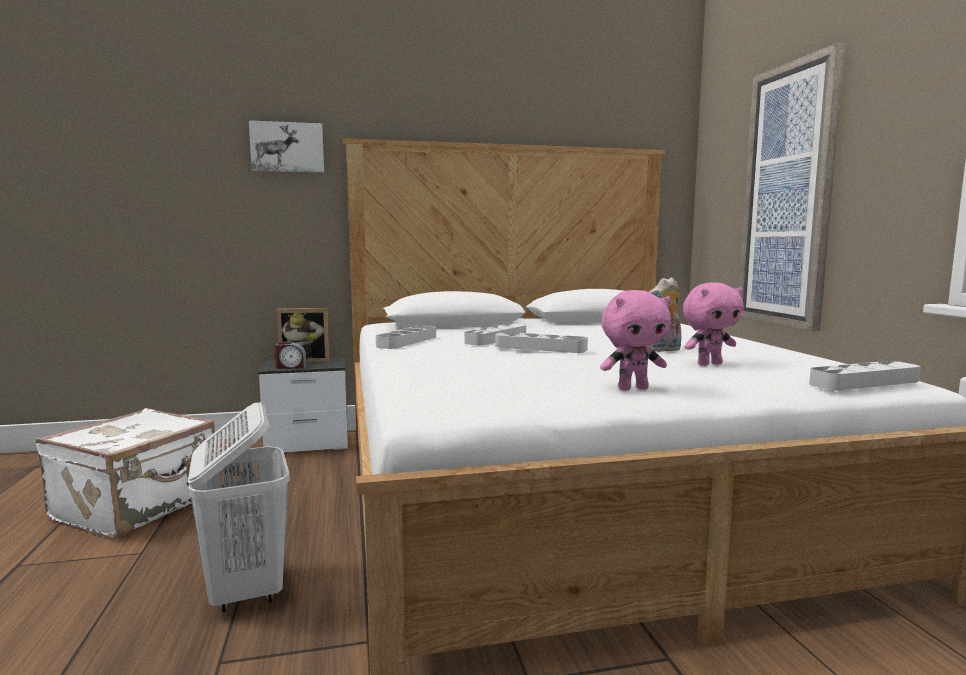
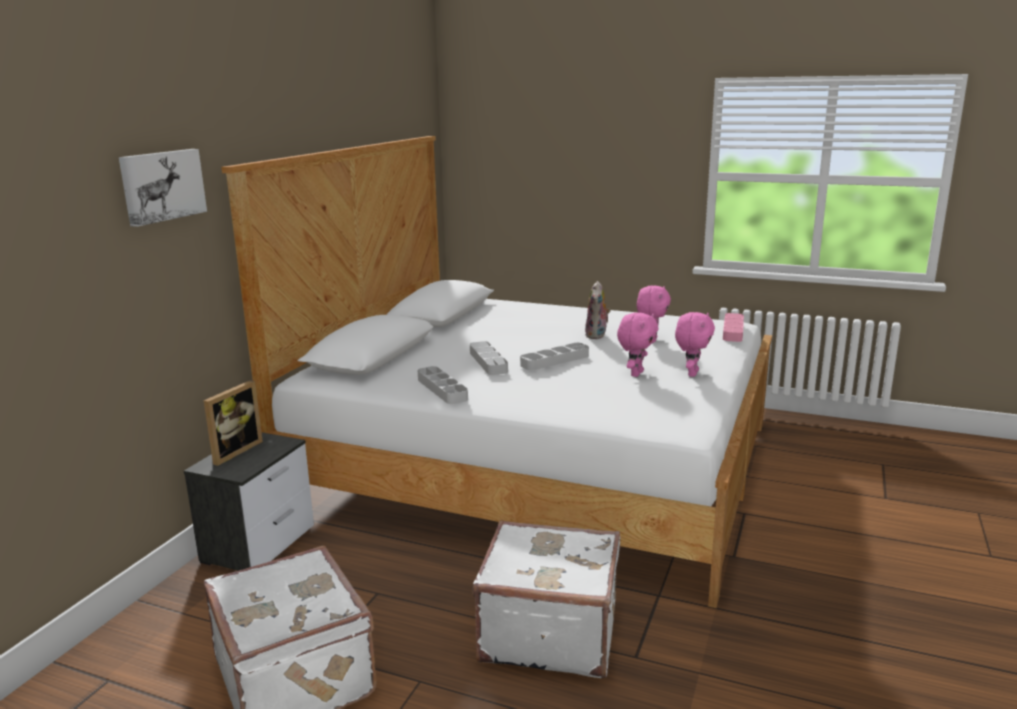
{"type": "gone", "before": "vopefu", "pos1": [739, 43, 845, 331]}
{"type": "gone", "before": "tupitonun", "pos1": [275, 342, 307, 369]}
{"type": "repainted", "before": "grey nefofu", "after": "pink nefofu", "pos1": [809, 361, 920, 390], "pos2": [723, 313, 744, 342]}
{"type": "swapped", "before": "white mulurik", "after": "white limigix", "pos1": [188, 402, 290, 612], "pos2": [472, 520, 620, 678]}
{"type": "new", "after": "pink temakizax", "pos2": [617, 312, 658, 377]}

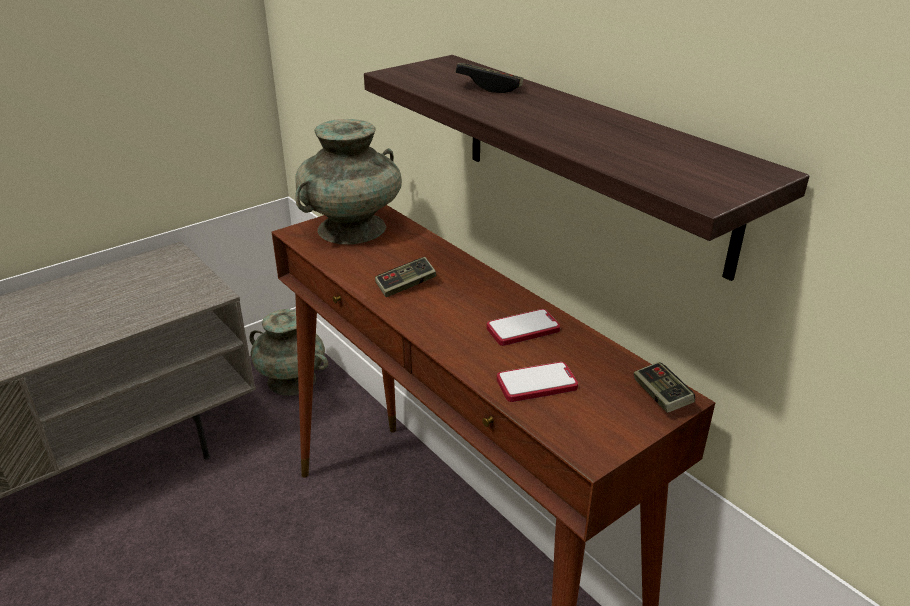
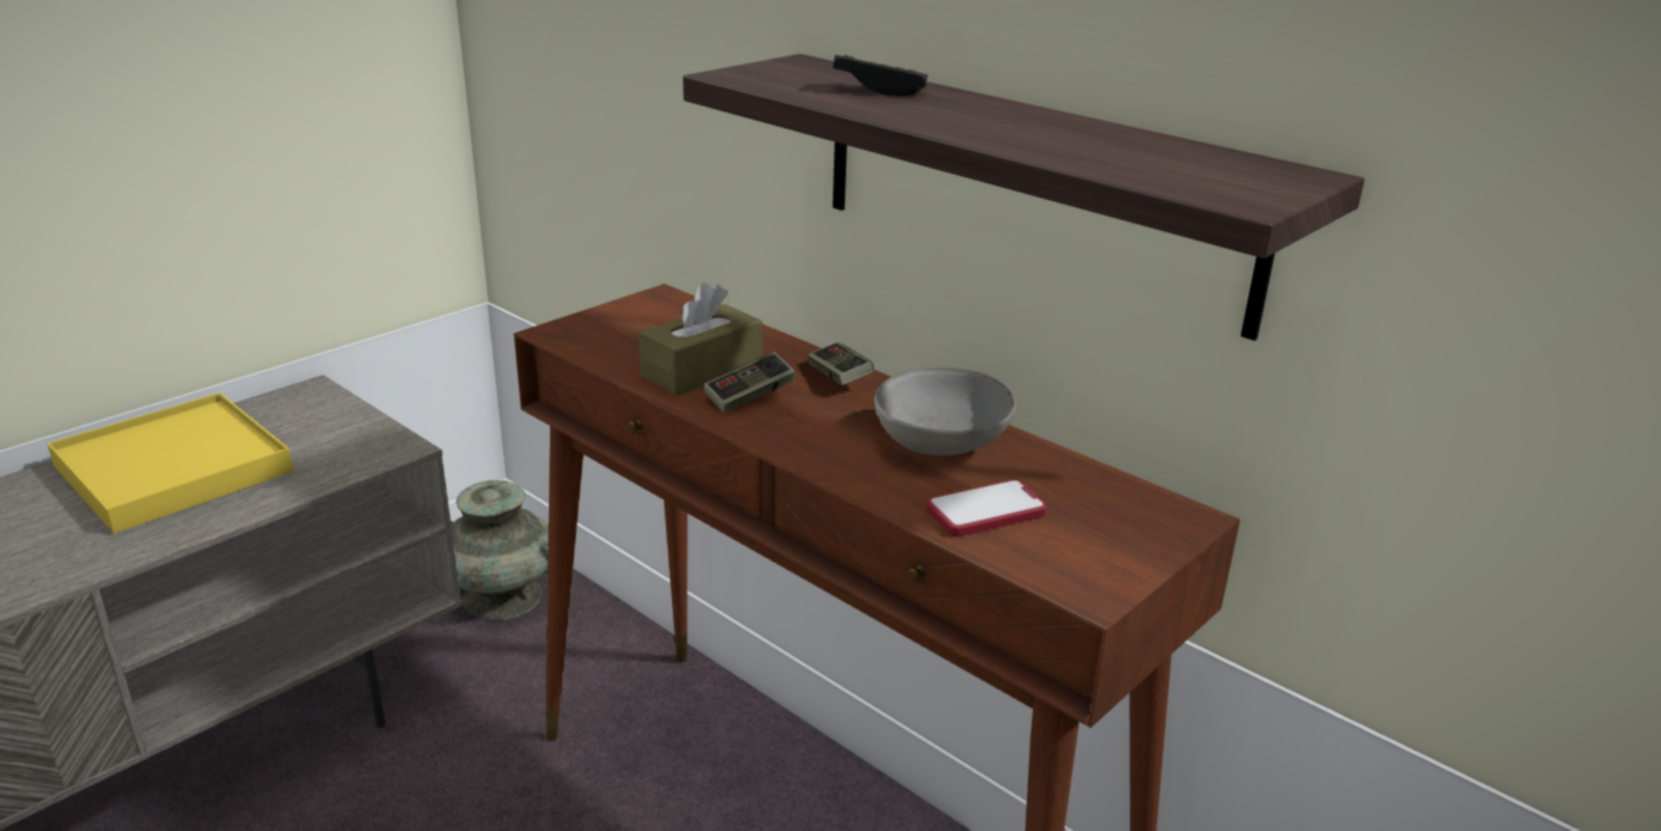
{"type": "gone", "before": "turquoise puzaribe", "pos1": [295, 119, 402, 245]}
{"type": "swapped", "before": "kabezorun", "after": "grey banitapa", "pos1": [487, 309, 560, 346], "pos2": [874, 367, 1016, 456]}
{"type": "shifted", "before": "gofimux", "pos1": [633, 362, 695, 413], "pos2": [807, 342, 874, 385]}
{"type": "new", "after": "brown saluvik", "pos2": [639, 282, 762, 395]}
{"type": "new", "after": "yellow nefofu", "pos2": [47, 393, 294, 534]}

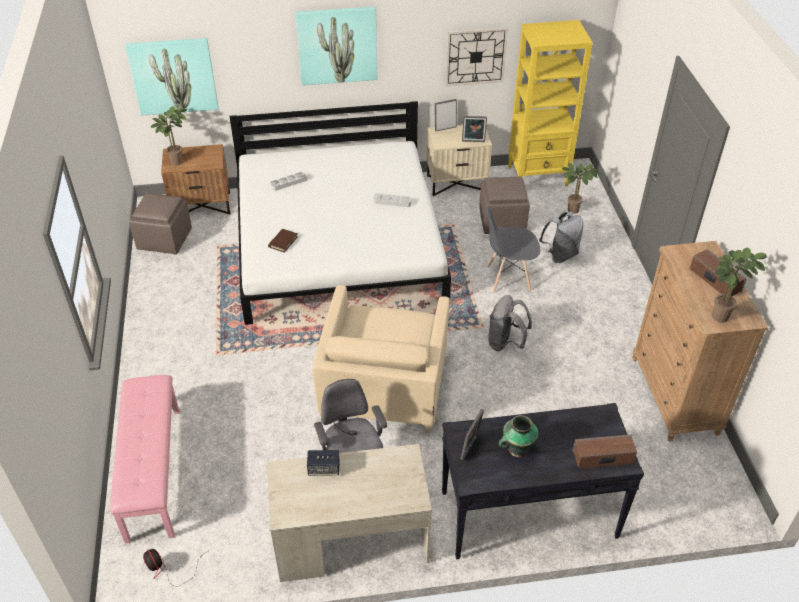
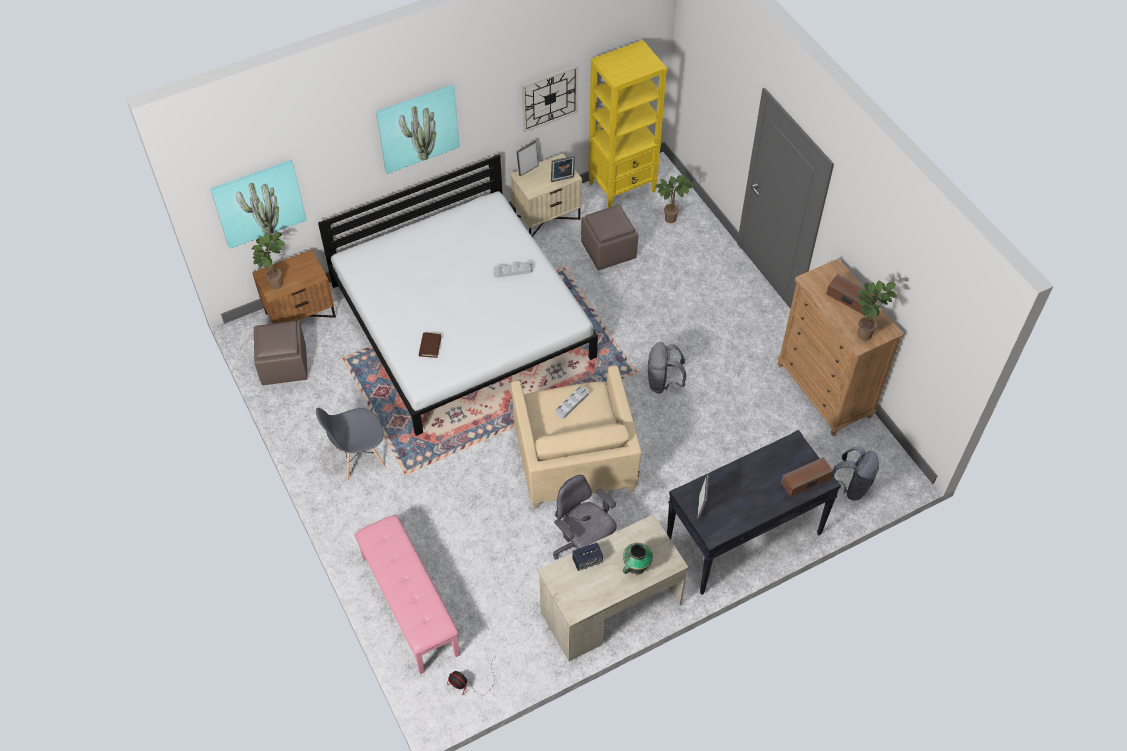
{"type": "shifted", "before": "grey nefofu", "pos1": [270, 172, 307, 191], "pos2": [556, 386, 589, 419]}
{"type": "shifted", "before": "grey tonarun", "pos1": [486, 207, 540, 293], "pos2": [316, 408, 386, 481]}
{"type": "shifted", "before": "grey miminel", "pos1": [539, 212, 583, 263], "pos2": [832, 446, 879, 501]}
{"type": "shifted", "before": "puzaribe", "pos1": [499, 415, 538, 457], "pos2": [623, 543, 653, 575]}

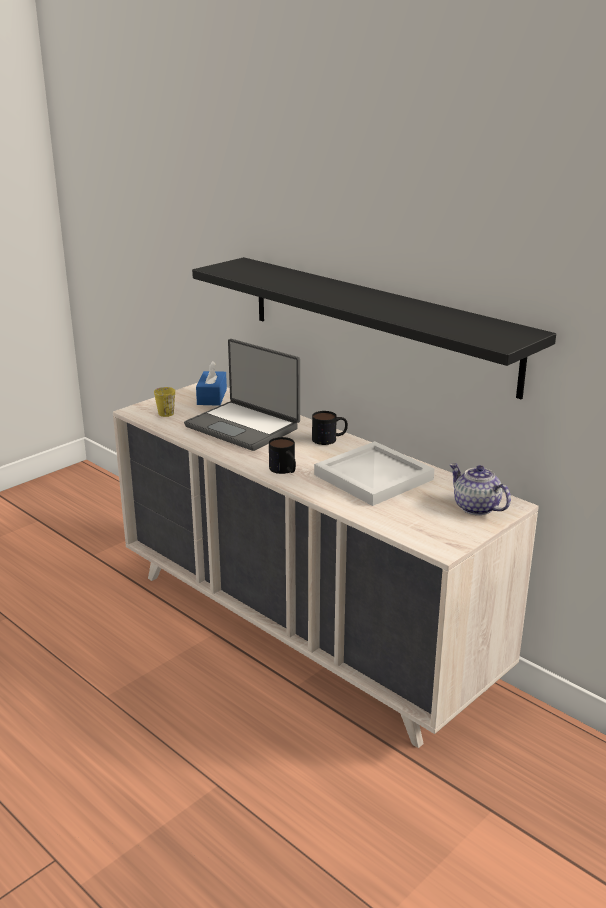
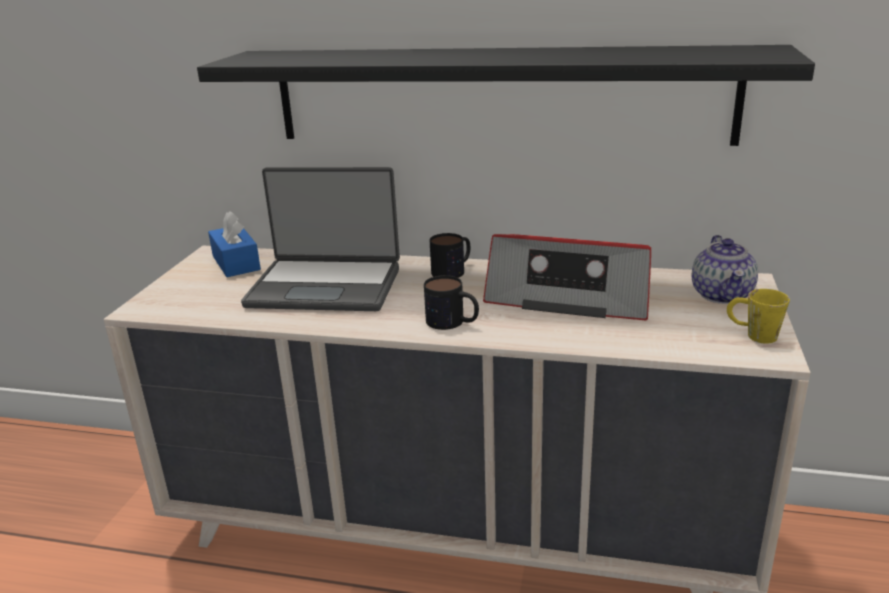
{"type": "shifted", "before": "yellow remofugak", "pos1": [154, 387, 175, 417], "pos2": [727, 289, 790, 344]}
{"type": "swapped", "before": "white nefofu", "after": "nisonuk", "pos1": [314, 441, 434, 506], "pos2": [483, 234, 651, 320]}
{"type": "rotated", "before": "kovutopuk", "pos1": [449, 463, 511, 515], "pos2": [692, 235, 758, 304], "turn": -105}

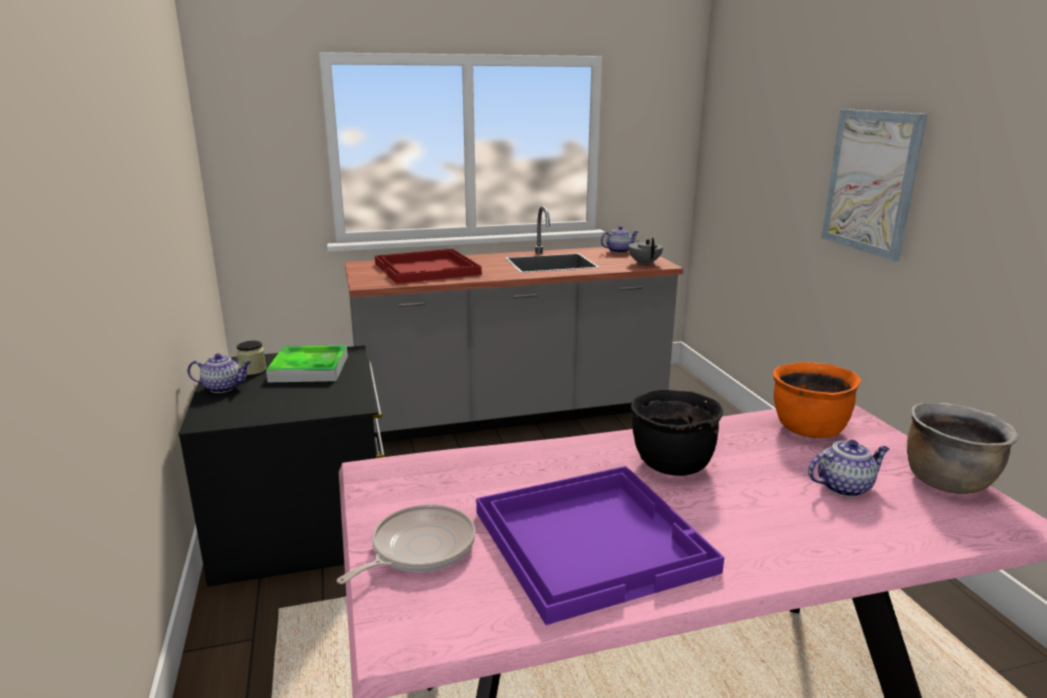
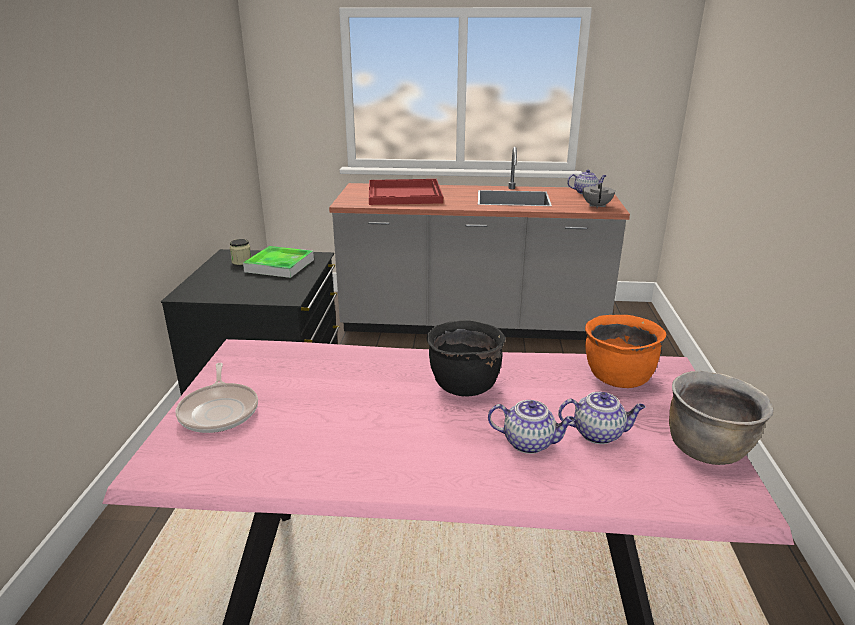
{"type": "gone", "before": "vopefu", "pos1": [821, 109, 927, 261]}
{"type": "shifted", "before": "kovutopuk", "pos1": [187, 353, 251, 393], "pos2": [488, 400, 575, 454]}
{"type": "gone", "before": "purple nefofu", "pos1": [476, 466, 725, 625]}
{"type": "rotated", "before": "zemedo", "pos1": [336, 505, 476, 584], "pos2": [176, 363, 258, 433], "turn": 105}

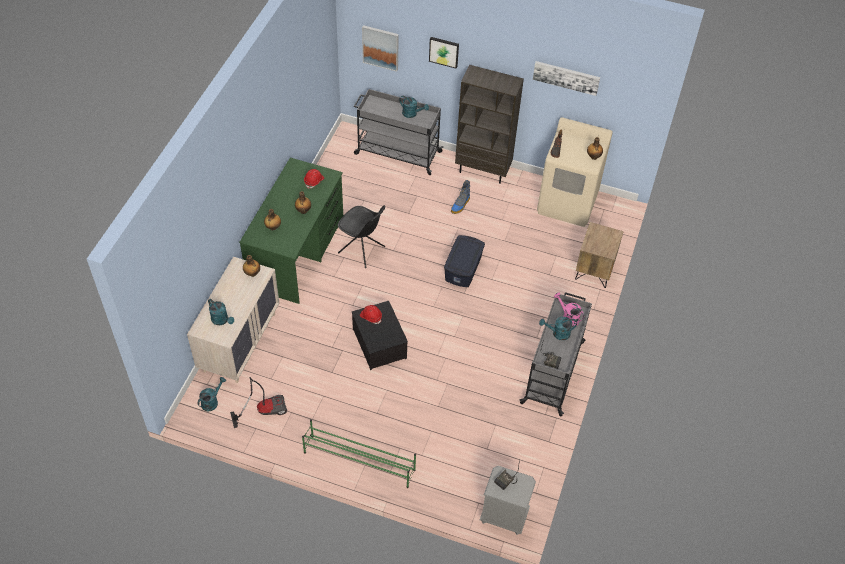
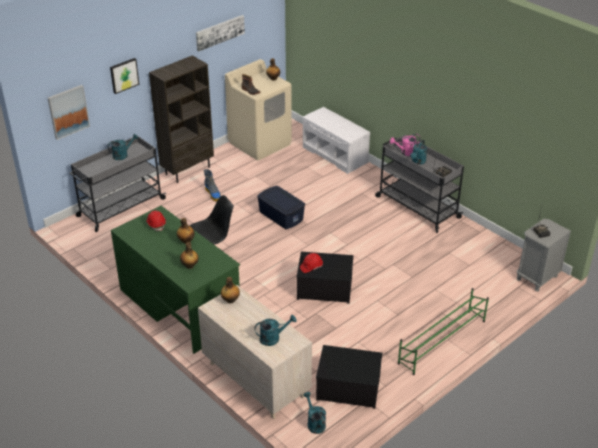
{"type": "swapped", "before": "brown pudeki", "after": "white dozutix", "pos1": [575, 222, 624, 288], "pos2": [303, 107, 370, 174]}
{"type": "swapped", "before": "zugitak", "after": "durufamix", "pos1": [230, 377, 287, 428], "pos2": [316, 345, 383, 409]}

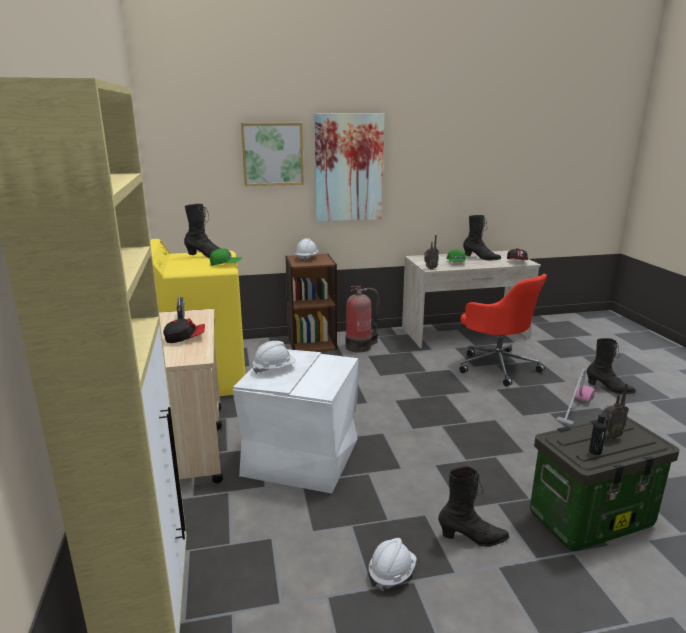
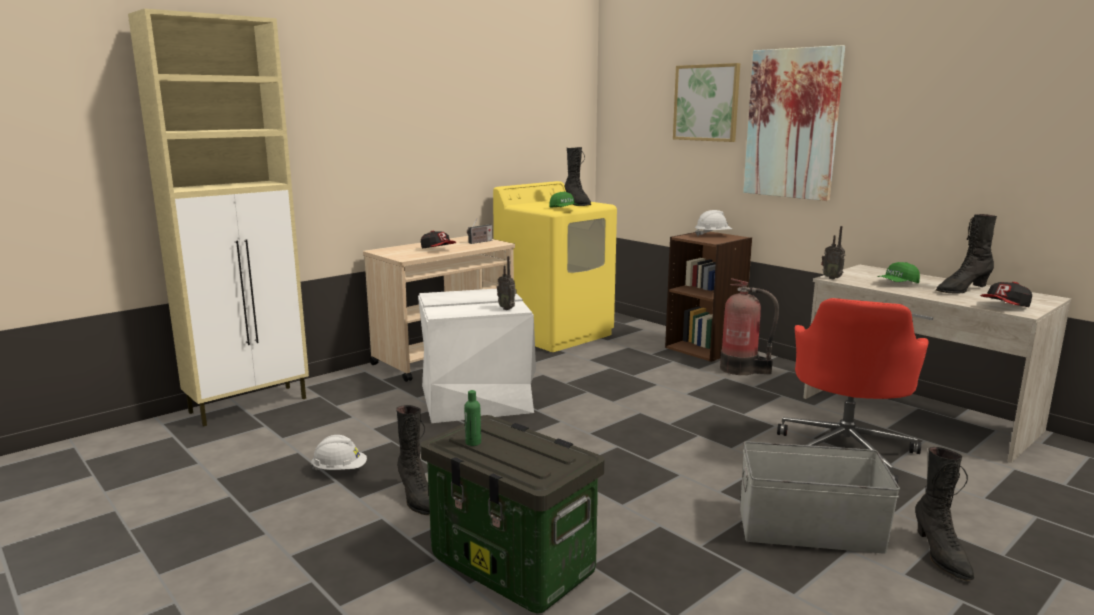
{"type": "rotated", "before": "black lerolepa", "pos1": [463, 215, 501, 261], "pos2": [936, 214, 997, 294], "turn": 75}
{"type": "gone", "before": "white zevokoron", "pos1": [252, 341, 296, 374]}
{"type": "swapped", "before": "zugitak", "after": "grey durufamix", "pos1": [556, 369, 595, 426], "pos2": [740, 441, 900, 554]}
{"type": "shifted", "before": "nisonuk", "pos1": [601, 383, 629, 439], "pos2": [497, 256, 517, 310]}
{"type": "repainted", "before": "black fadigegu", "after": "green fadigegu", "pos1": [589, 414, 607, 455], "pos2": [464, 390, 481, 446]}

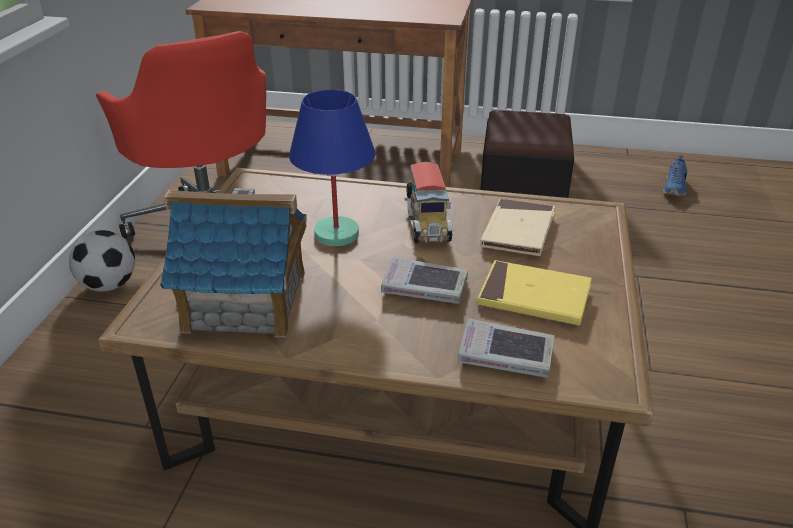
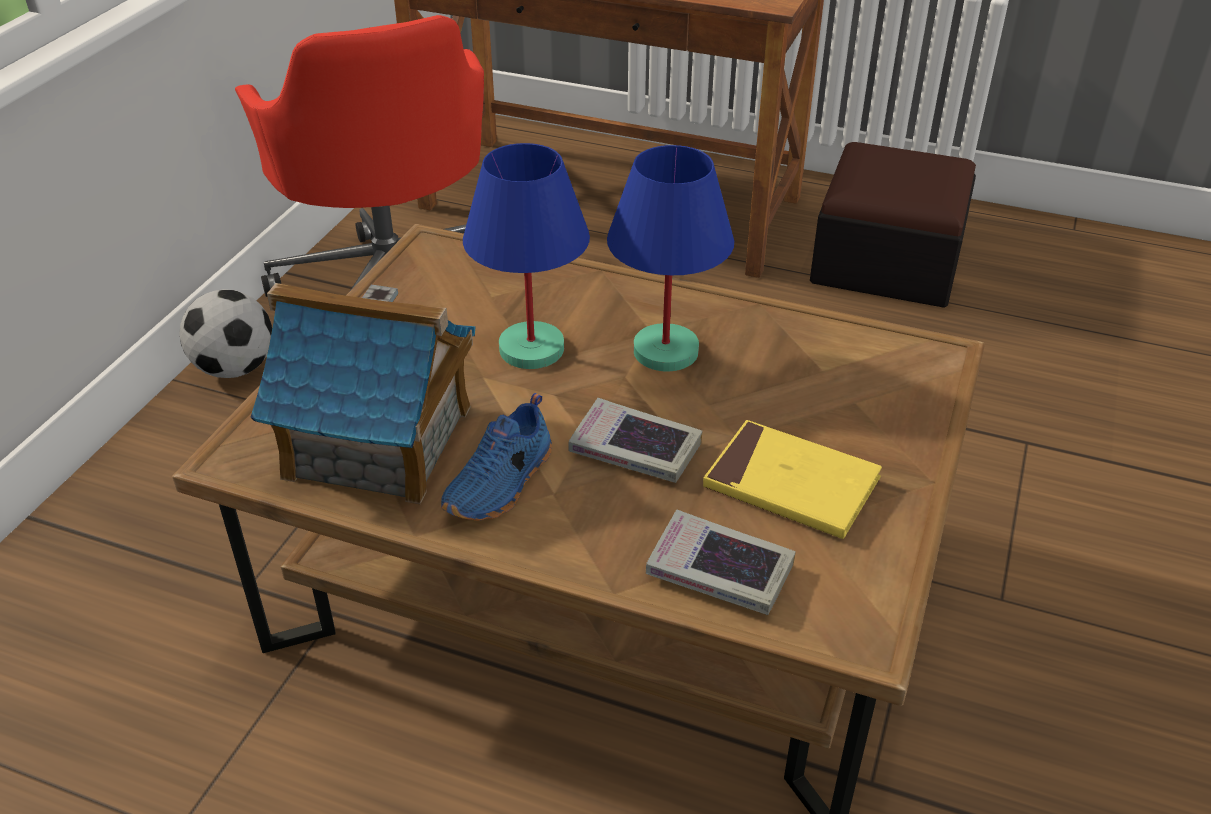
{"type": "shifted", "before": "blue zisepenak", "pos1": [663, 155, 688, 196], "pos2": [441, 393, 552, 521]}
{"type": "swapped", "before": "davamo", "after": "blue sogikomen", "pos1": [404, 162, 453, 244], "pos2": [607, 145, 734, 371]}
{"type": "gone", "before": "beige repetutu", "pos1": [480, 199, 555, 256]}

